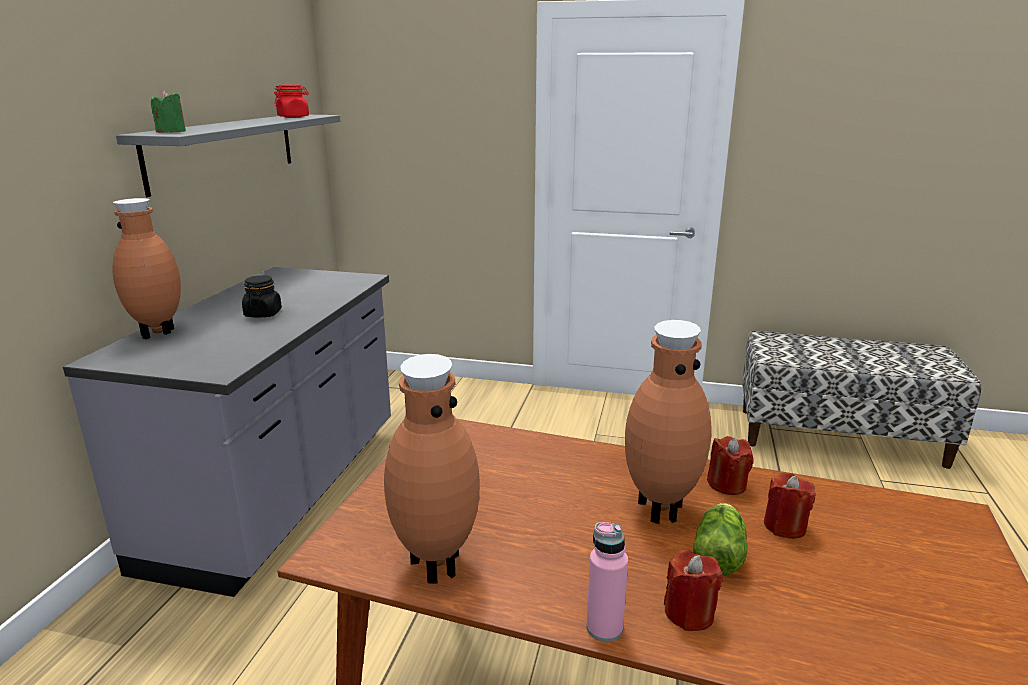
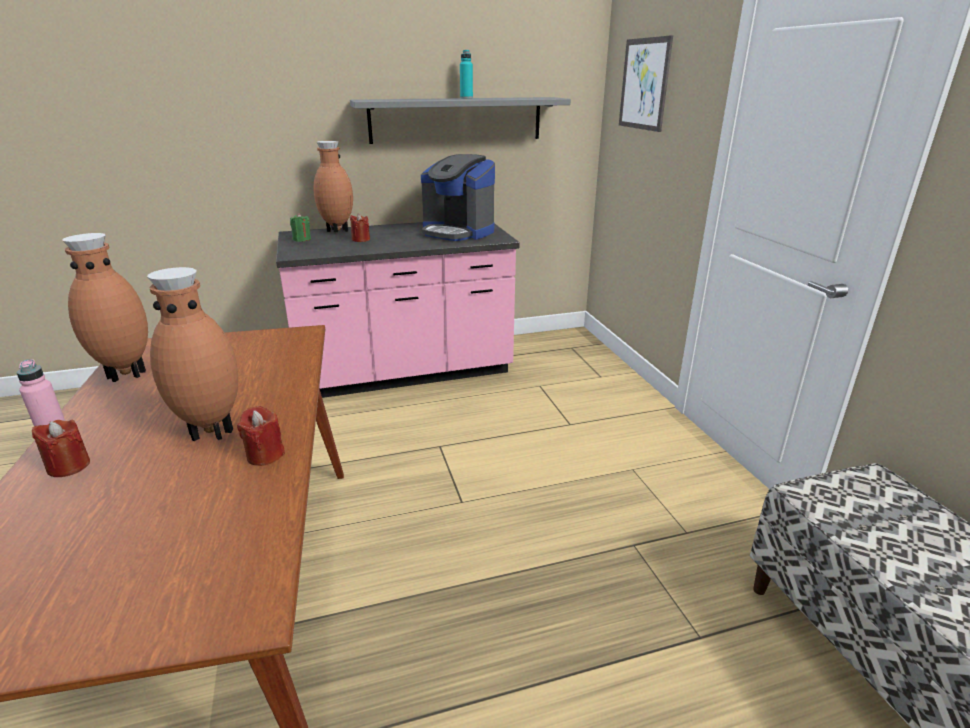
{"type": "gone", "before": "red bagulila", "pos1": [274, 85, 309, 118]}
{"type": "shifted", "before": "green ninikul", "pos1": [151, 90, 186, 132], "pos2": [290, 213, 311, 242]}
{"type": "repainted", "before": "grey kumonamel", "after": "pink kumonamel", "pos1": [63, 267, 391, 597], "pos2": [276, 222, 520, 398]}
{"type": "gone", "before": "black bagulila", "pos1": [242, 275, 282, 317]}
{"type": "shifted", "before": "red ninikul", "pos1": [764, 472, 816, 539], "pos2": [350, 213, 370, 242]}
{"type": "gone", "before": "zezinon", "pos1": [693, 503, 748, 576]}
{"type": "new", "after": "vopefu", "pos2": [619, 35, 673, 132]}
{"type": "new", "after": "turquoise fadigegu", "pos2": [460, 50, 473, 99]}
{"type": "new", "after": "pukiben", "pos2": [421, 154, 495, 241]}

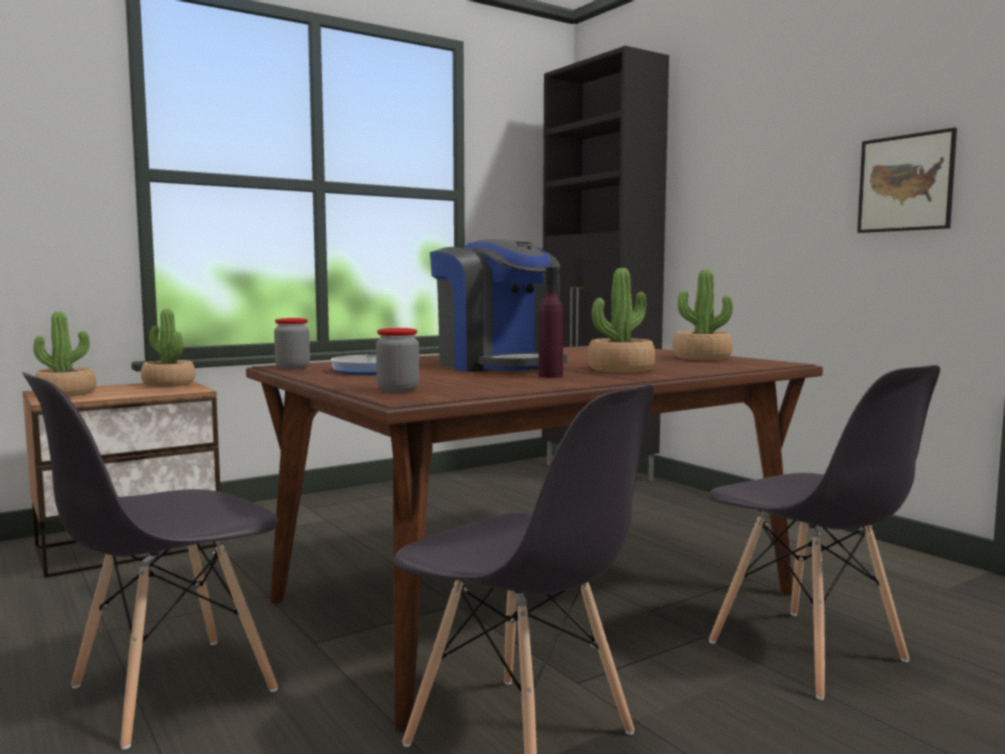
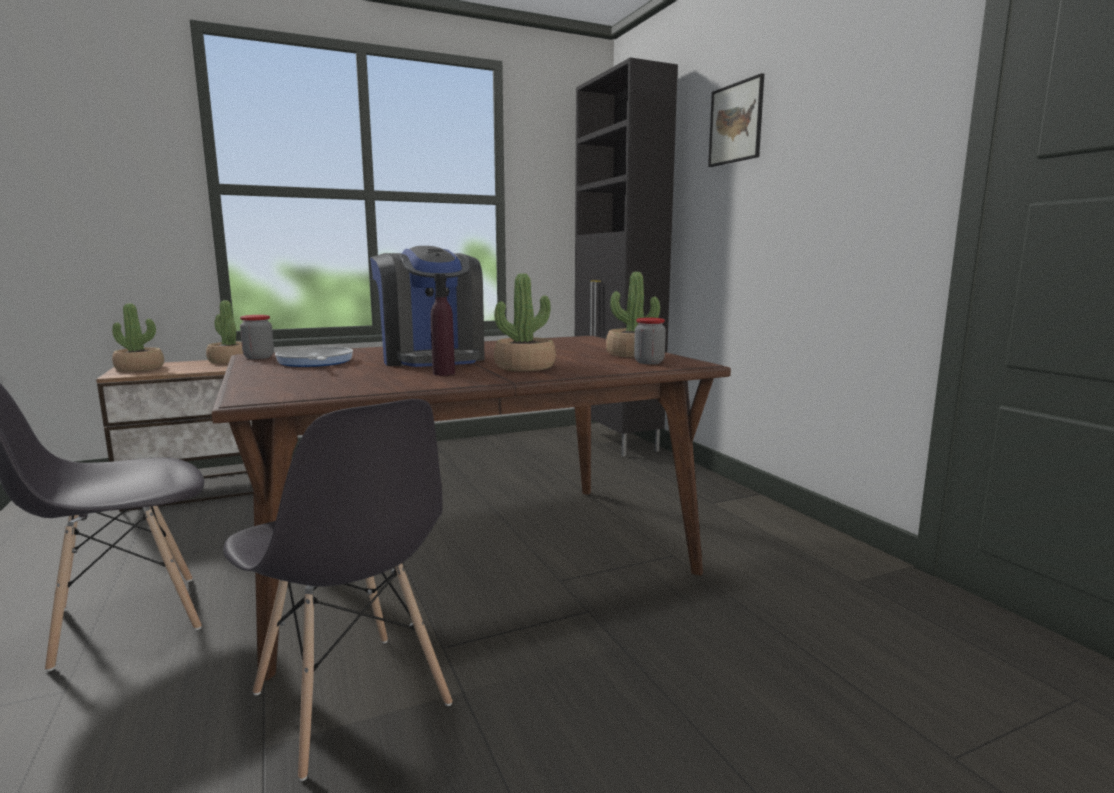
{"type": "shifted", "before": "vopefu", "pos1": [857, 128, 957, 233], "pos2": [708, 73, 764, 167]}
{"type": "shifted", "before": "bagulila", "pos1": [376, 328, 419, 393], "pos2": [634, 318, 666, 364]}
{"type": "gone", "before": "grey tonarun", "pos1": [709, 365, 940, 700]}

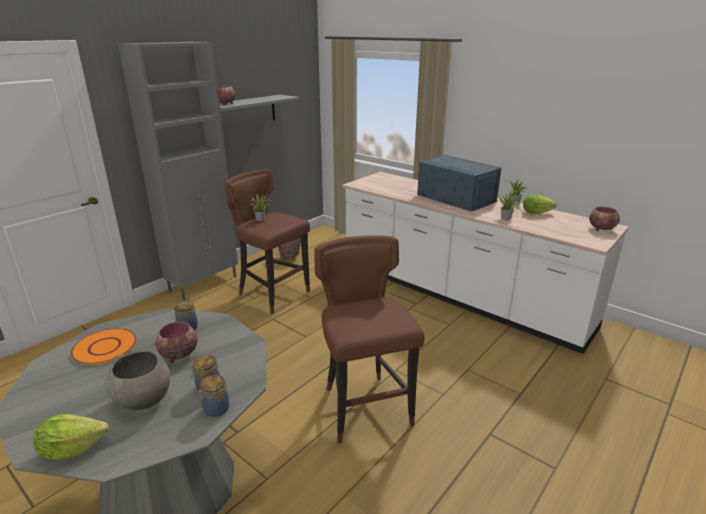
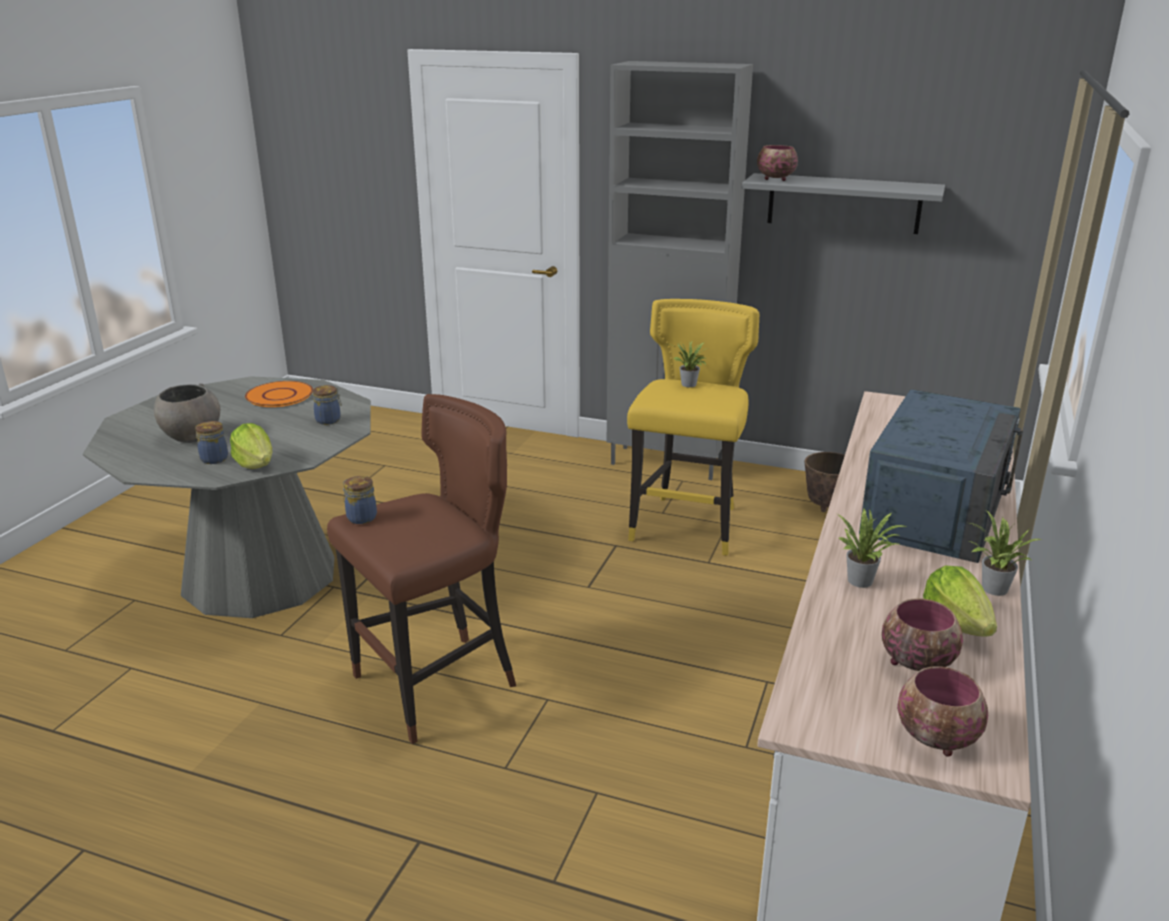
{"type": "repainted", "before": "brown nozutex", "after": "yellow nozutex", "pos1": [225, 169, 310, 314], "pos2": [627, 299, 759, 556]}
{"type": "shifted", "before": "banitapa", "pos1": [155, 322, 198, 363], "pos2": [882, 598, 963, 671]}
{"type": "shifted", "before": "bagulila", "pos1": [198, 375, 229, 417], "pos2": [343, 476, 377, 524]}
{"type": "shifted", "before": "zezinon", "pos1": [33, 414, 109, 461], "pos2": [230, 423, 272, 469]}

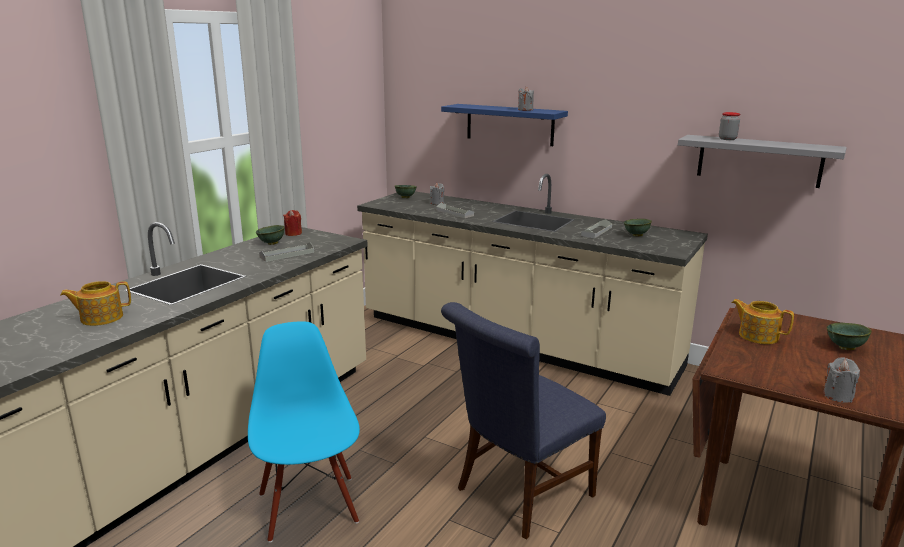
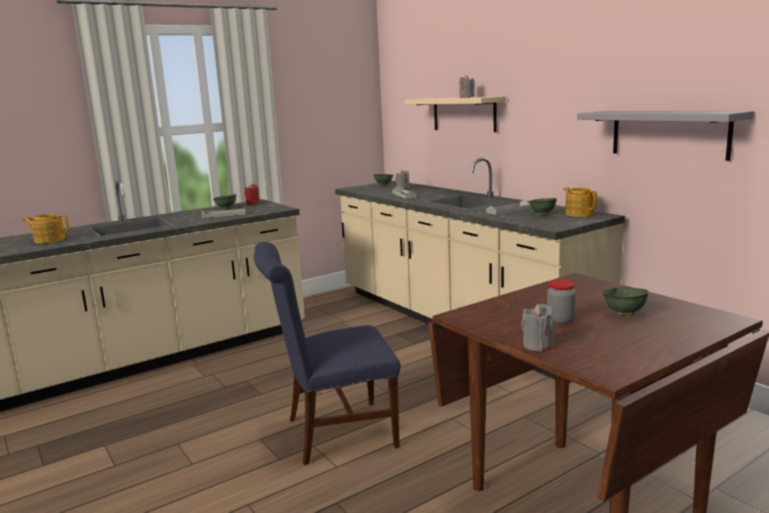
{"type": "repainted", "before": "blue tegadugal", "after": "beige tegadugal", "pos1": [441, 104, 568, 146], "pos2": [404, 96, 506, 132]}
{"type": "shifted", "before": "bagulila", "pos1": [719, 112, 740, 140], "pos2": [547, 280, 576, 324]}
{"type": "shifted", "before": "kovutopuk", "pos1": [731, 299, 794, 344], "pos2": [563, 187, 597, 217]}
{"type": "gone", "before": "blue tonarun", "pos1": [248, 321, 360, 543]}

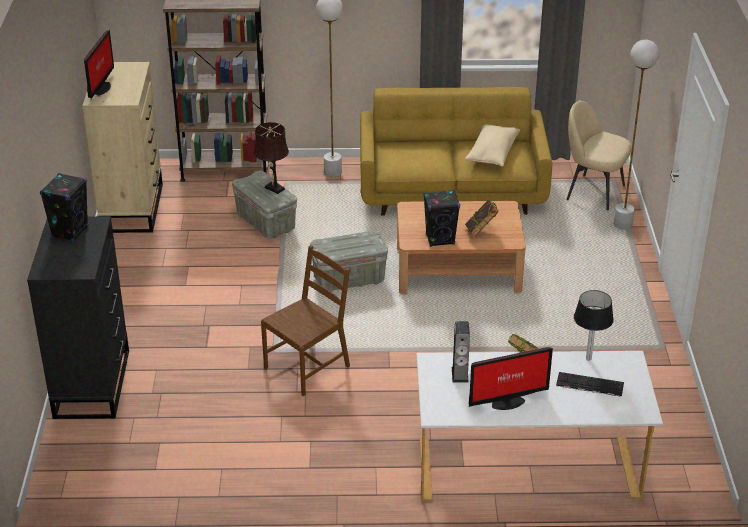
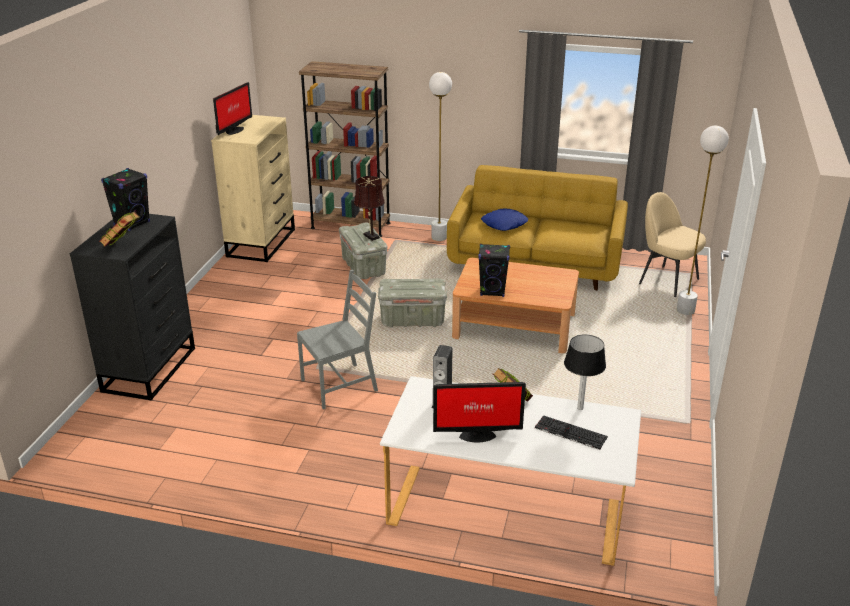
{"type": "gone", "before": "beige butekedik", "pos1": [465, 124, 520, 167]}
{"type": "shifted", "before": "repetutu", "pos1": [465, 200, 499, 236], "pos2": [99, 212, 139, 247]}
{"type": "repainted", "before": "brown tonarun", "after": "grey tonarun", "pos1": [261, 245, 350, 397], "pos2": [297, 269, 378, 410]}
{"type": "new", "after": "blue butekedik", "pos2": [481, 209, 528, 231]}

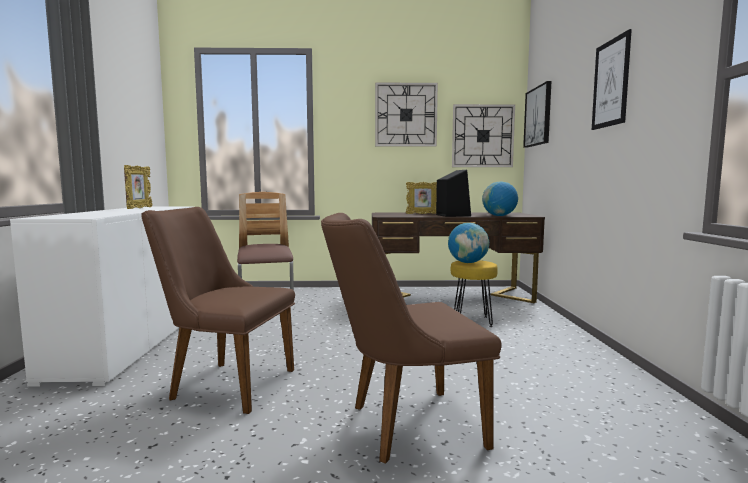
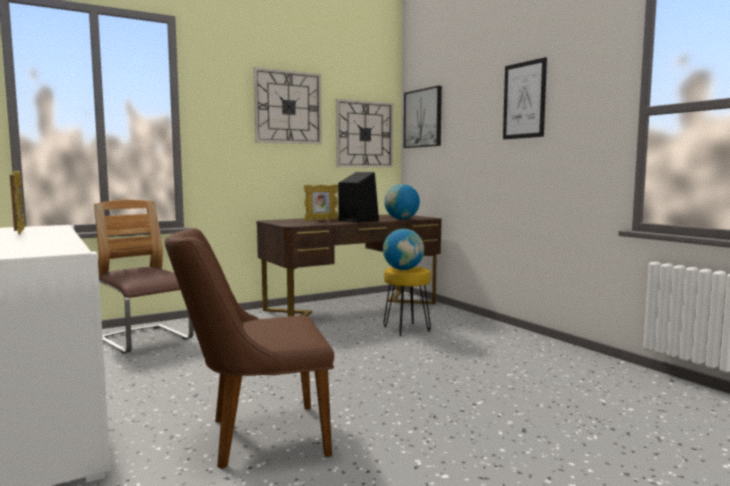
{"type": "gone", "before": "brown tonarun", "pos1": [321, 213, 502, 464]}

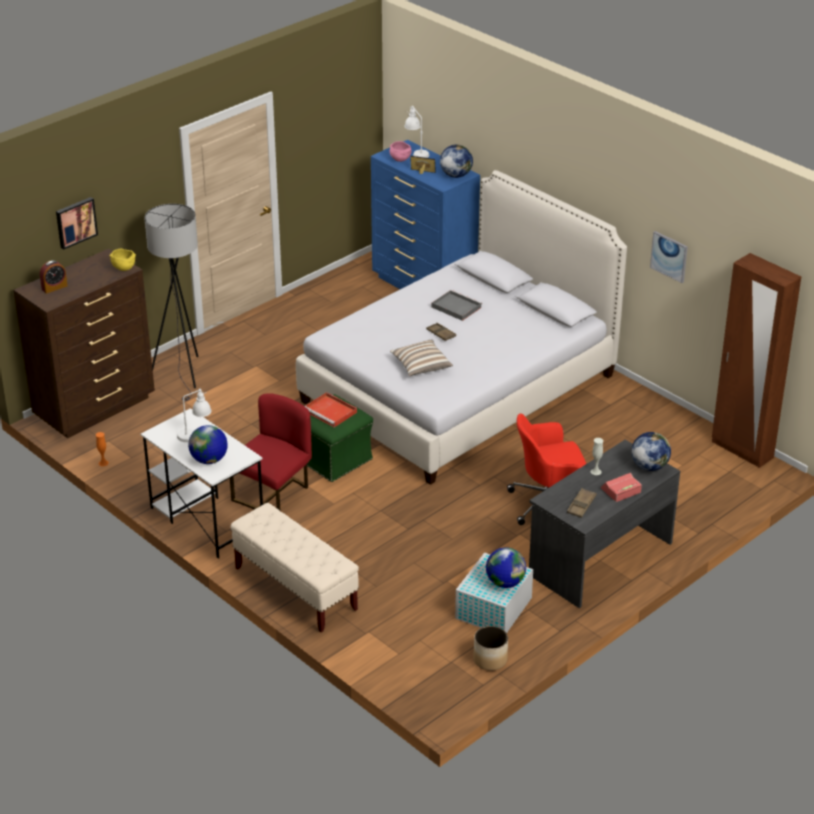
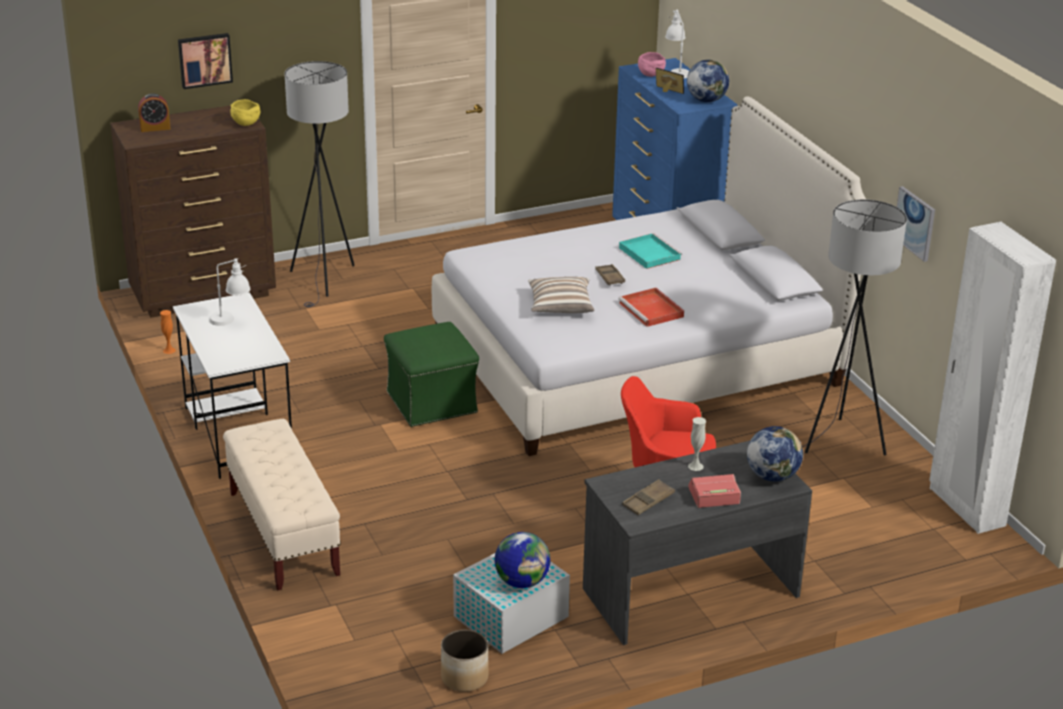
{"type": "repainted", "before": "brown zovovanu", "after": "white zovovanu", "pos1": [712, 253, 801, 468], "pos2": [929, 222, 1056, 534]}
{"type": "repainted", "before": "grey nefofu", "after": "turquoise nefofu", "pos1": [432, 290, 482, 321], "pos2": [619, 233, 682, 269]}
{"type": "shifted", "before": "red nefofu", "pos1": [305, 392, 357, 427], "pos2": [618, 288, 684, 327]}
{"type": "gone", "before": "red tonarun", "pos1": [230, 393, 312, 511]}
{"type": "gone", "before": "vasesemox", "pos1": [188, 425, 228, 464]}
{"type": "new", "after": "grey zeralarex", "pos2": [802, 199, 907, 455]}

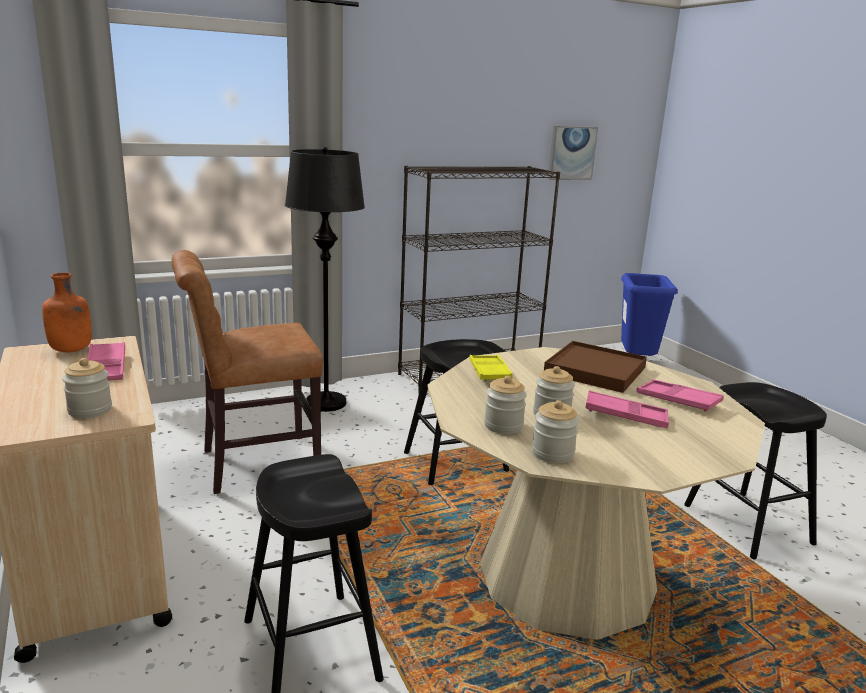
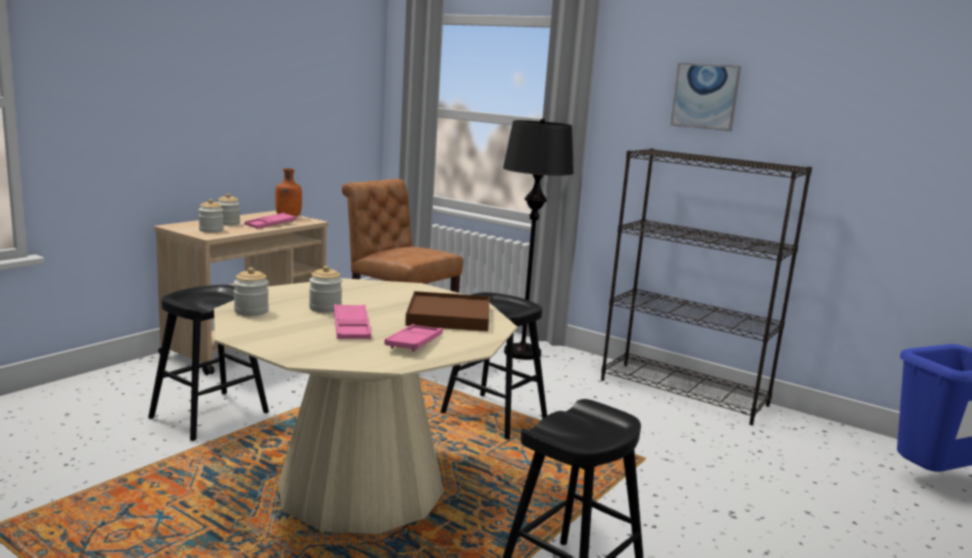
{"type": "shifted", "before": "vopefu", "pos1": [548, 126, 598, 180], "pos2": [670, 63, 741, 131]}
{"type": "gone", "before": "yellow nefofu", "pos1": [469, 355, 513, 382]}
{"type": "shifted", "before": "bagulila", "pos1": [484, 376, 527, 434], "pos2": [217, 193, 240, 225]}

